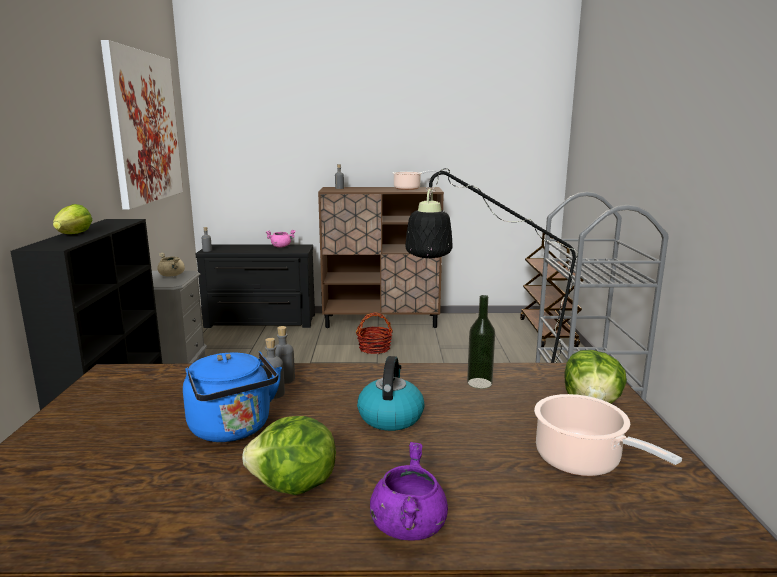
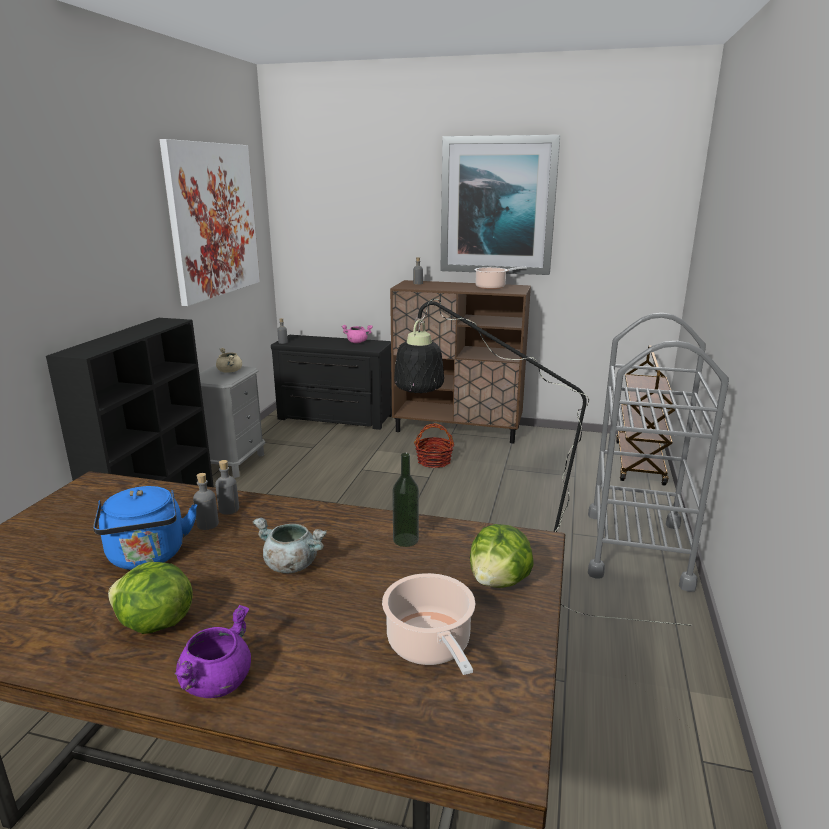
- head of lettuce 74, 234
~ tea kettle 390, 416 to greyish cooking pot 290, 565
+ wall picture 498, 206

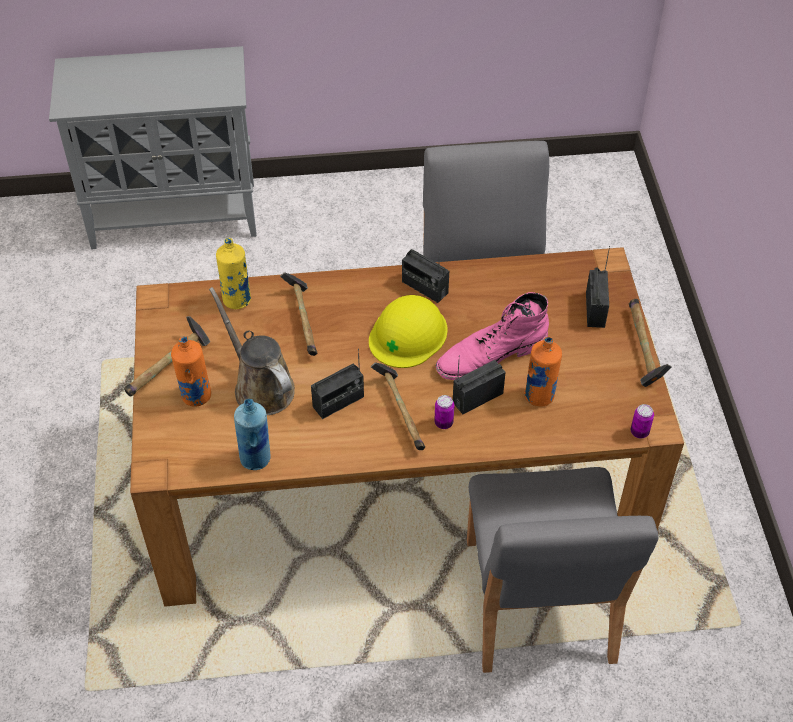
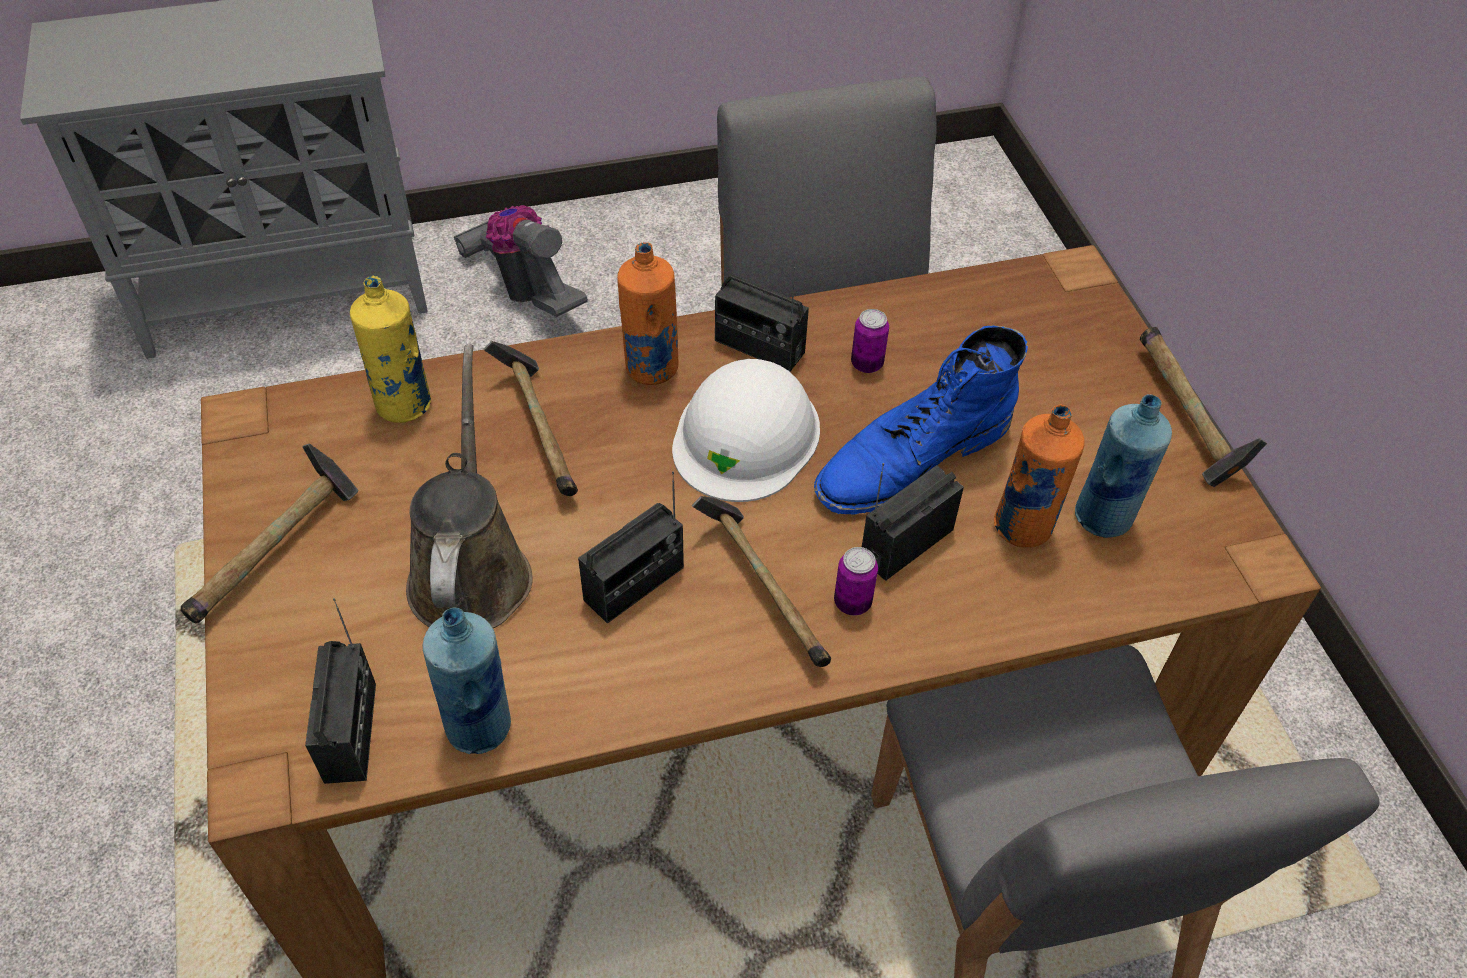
~ radio set 595, 309 to 351, 732
~ brownish watering can 260, 387 = 471, 571 45 degrees clockwise
~ pink-coloured tall boot 491, 355 to bluish tall boot 911, 459
~ yellow work helmet 408, 334 to white work helmet 746, 435
~ orange beverage bottle 196, 396 to 650, 369
~ sealed can 639, 432 to 867, 364
+ vacuum cleaner 525, 287
+ bluish beverage bottle 1104, 518

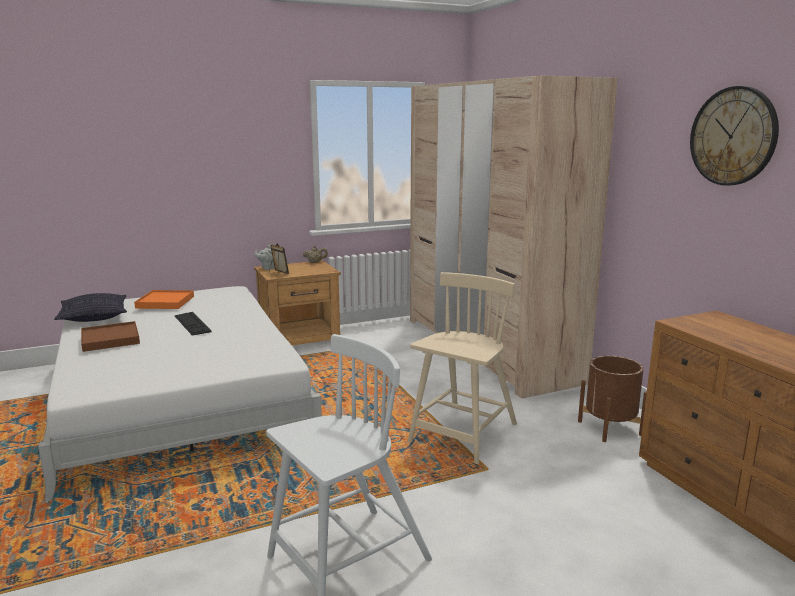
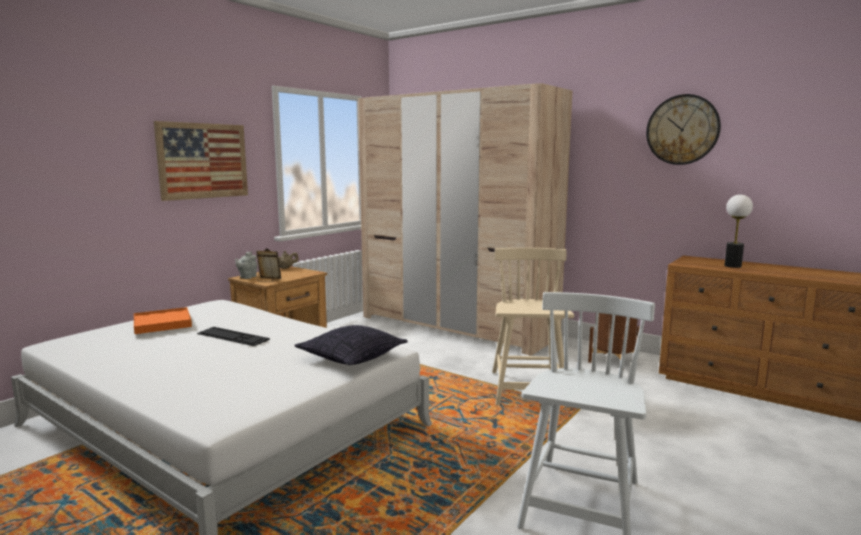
~ cushion 94, 317 to 352, 357
- brownish carrying tray 110, 339
+ wall picture 203, 161
+ lamp for a table 733, 266

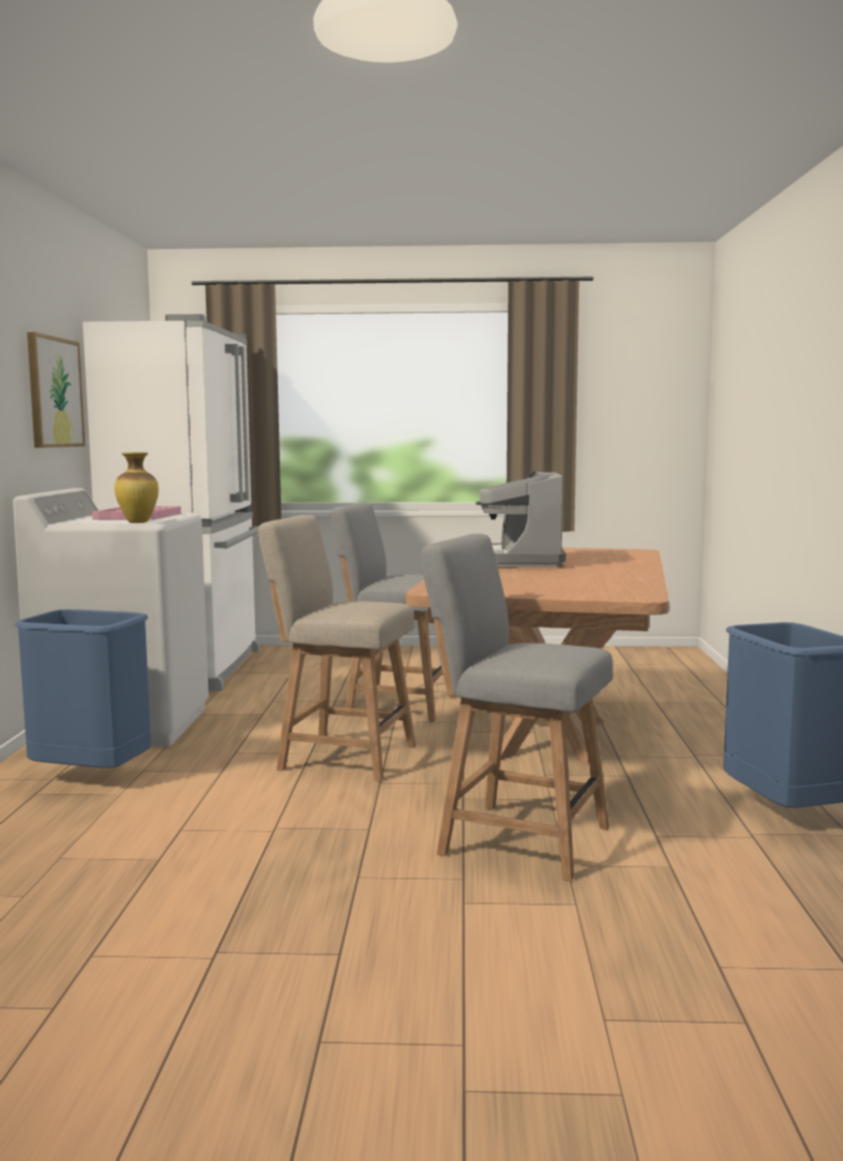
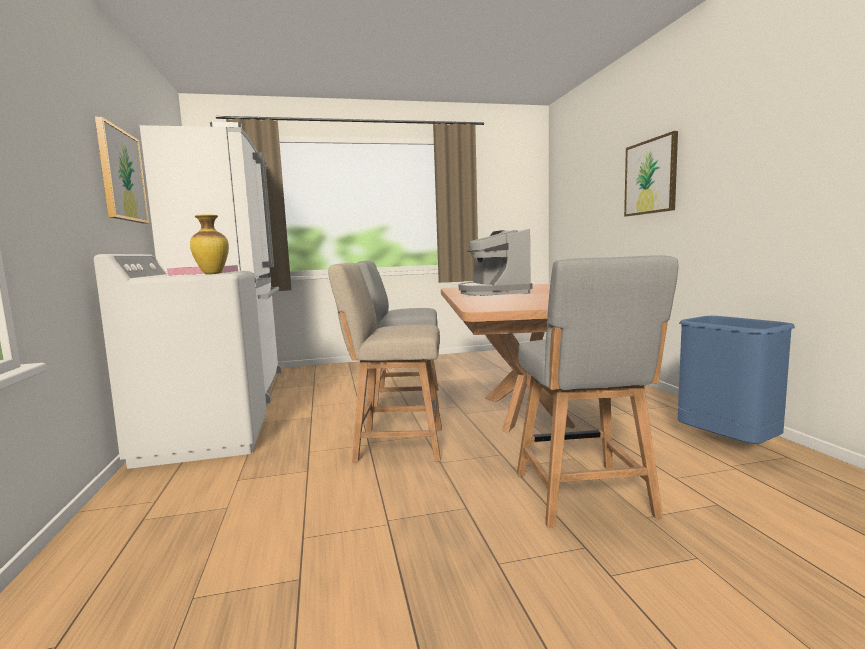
~ greyish upright chair 516, 838 = 585, 497 105 degrees counterclockwise
- bluish waste bin 90, 777
+ wall picture 651, 177

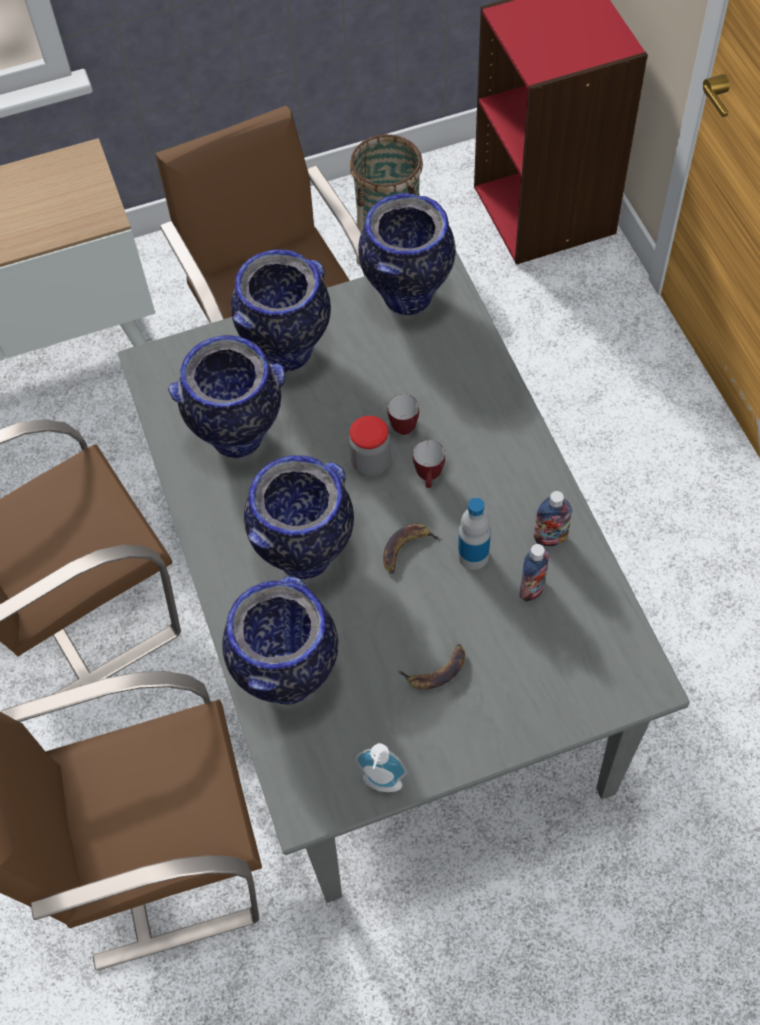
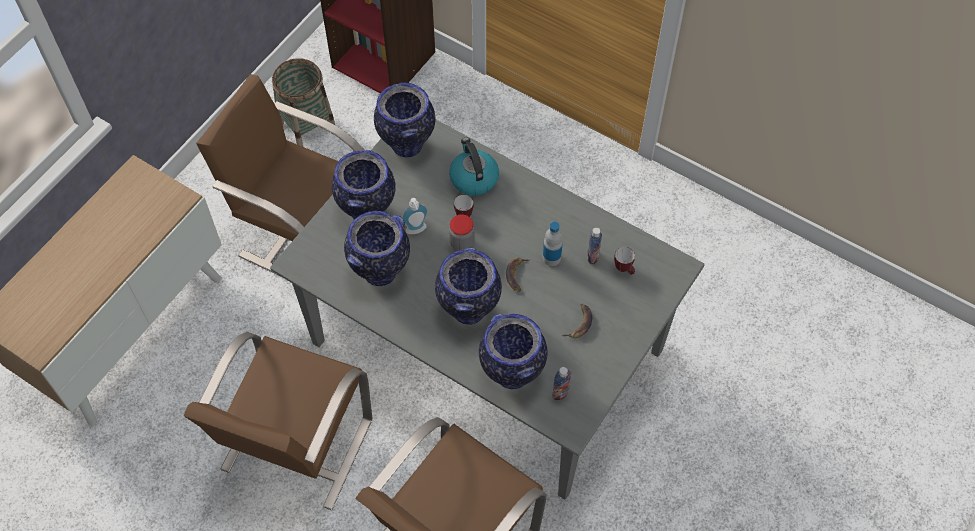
~ mug 429, 478 to 624, 269
~ beverage bottle 550, 538 to 560, 393
~ liquid soap bottle 381, 786 to 417, 231
+ tea kettle 473, 178

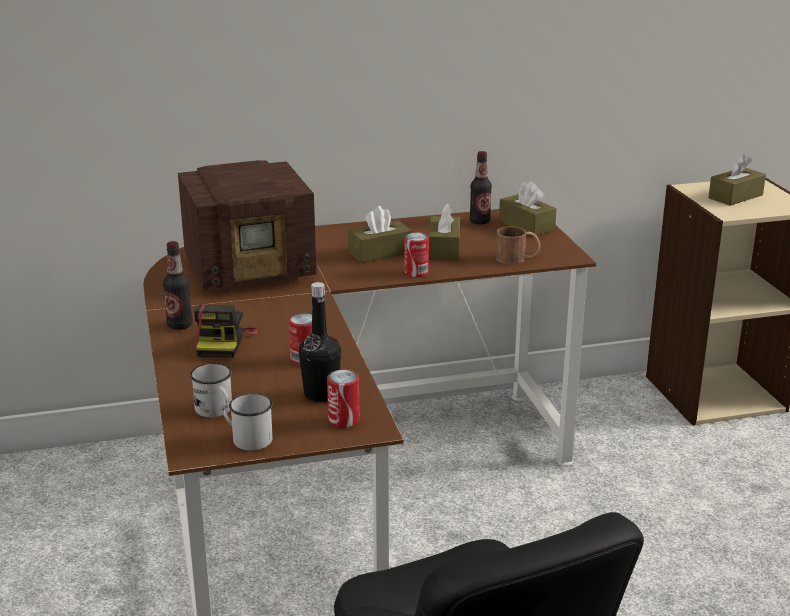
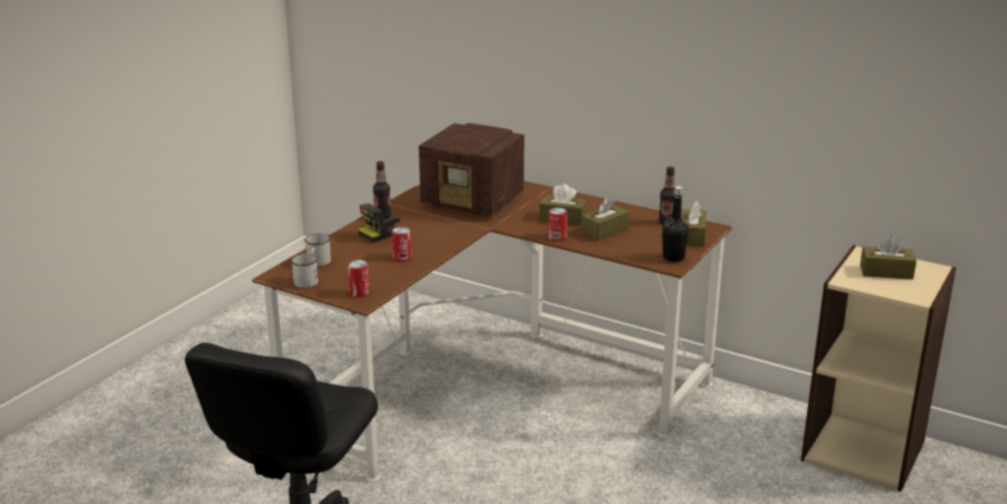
- brownish mug 517, 258
~ black beverage bottle 321, 394 to 673, 258

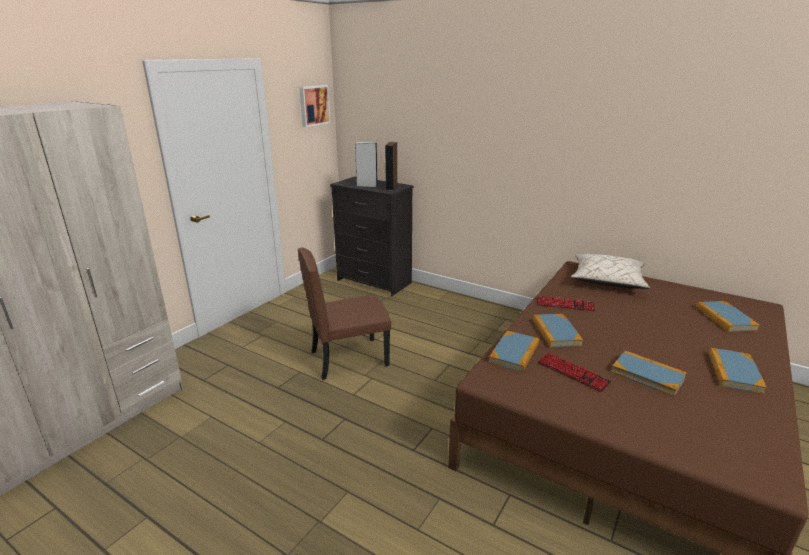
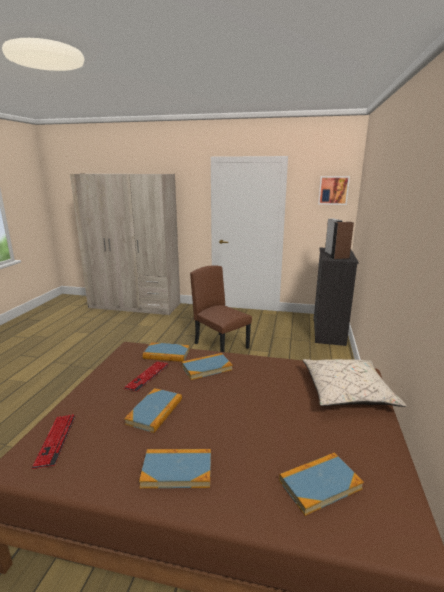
~ PC keyboard 565, 305 to 55, 441

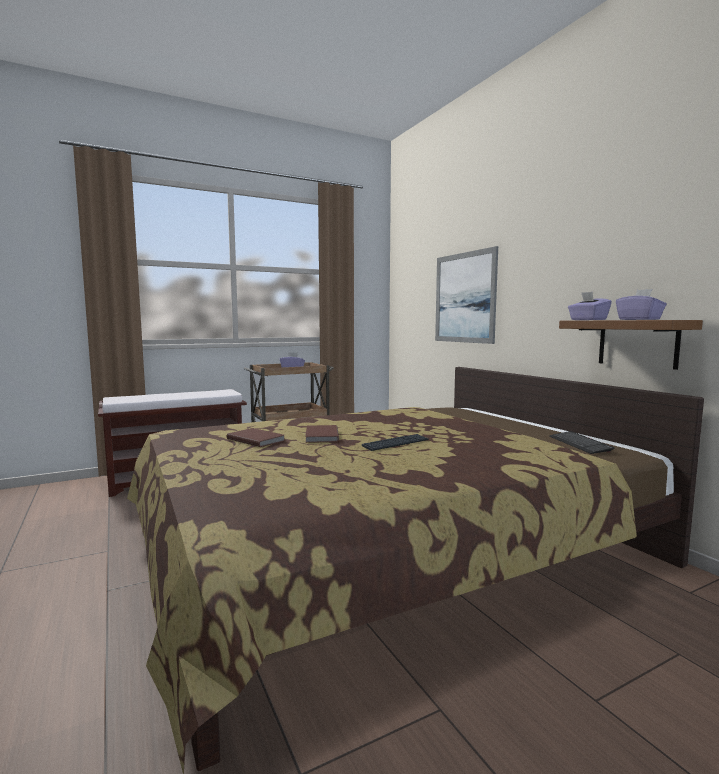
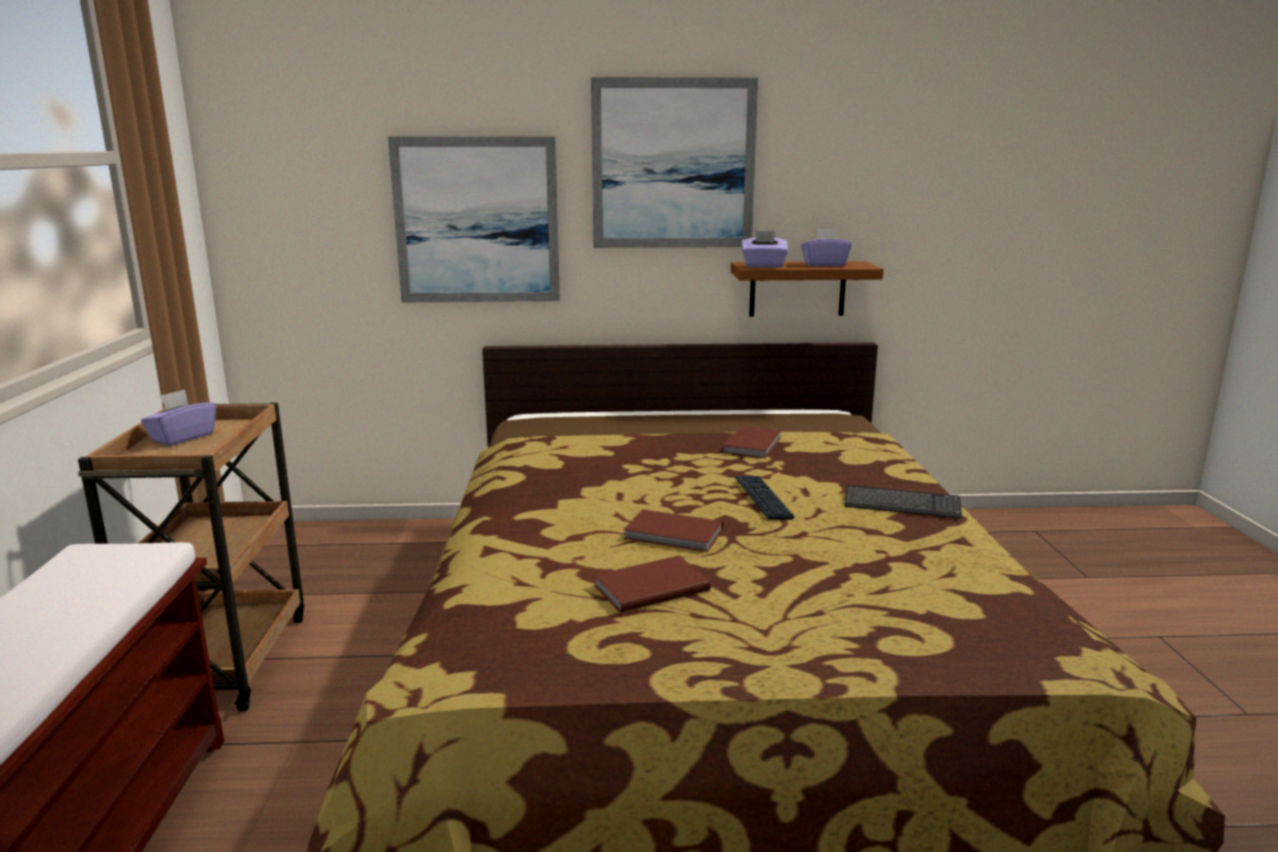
~ PC keyboard 579, 444 to 901, 504
+ wall picture 673, 164
+ brownish volume 754, 445

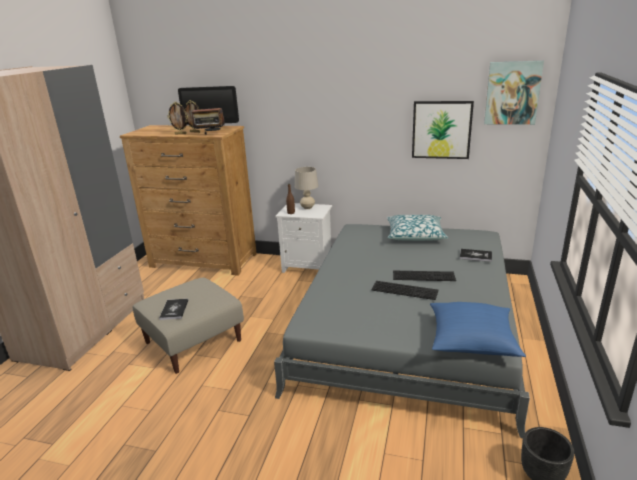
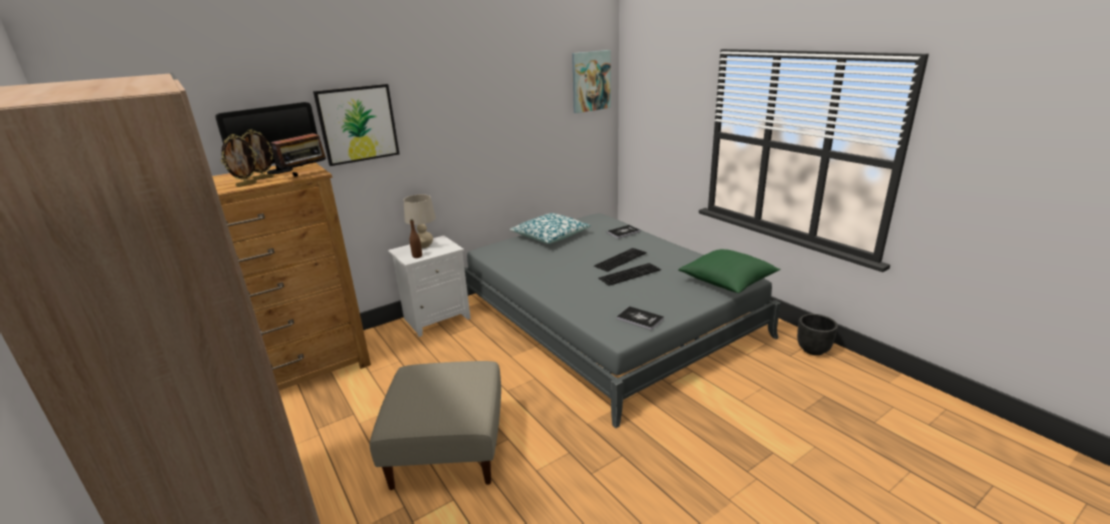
~ wall picture 441, 130 to 358, 124
~ volume 174, 310 to 640, 319
~ bluish cushion 471, 340 to green-coloured cushion 727, 281

